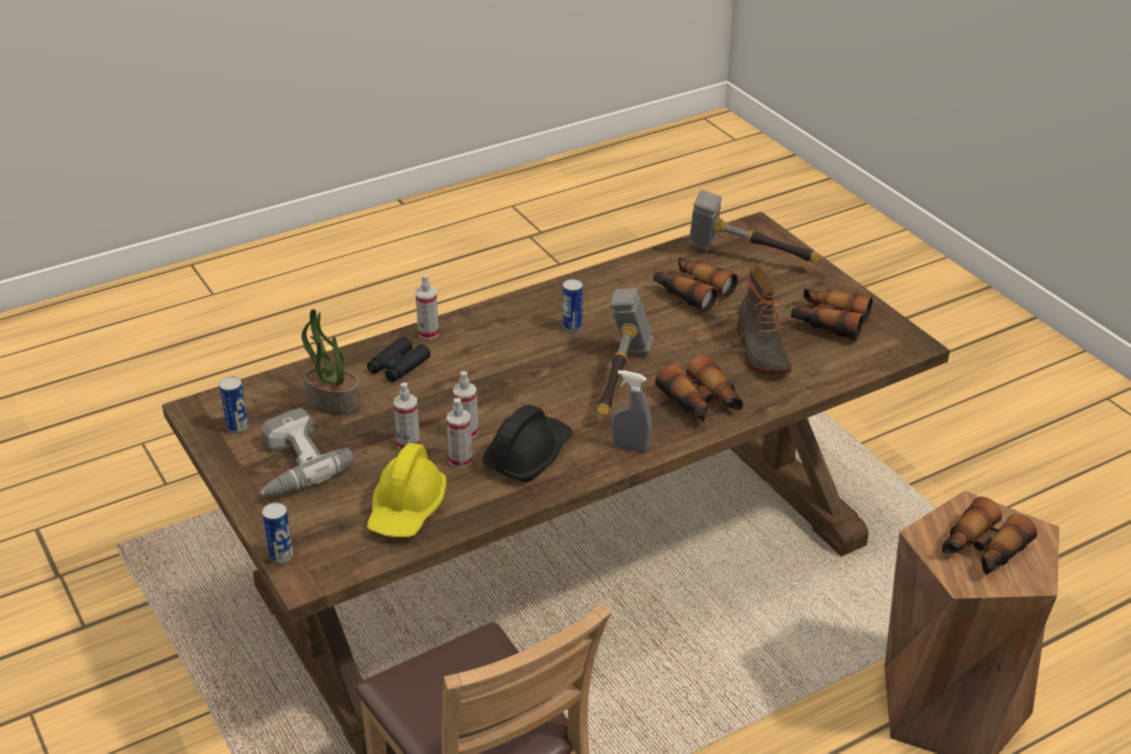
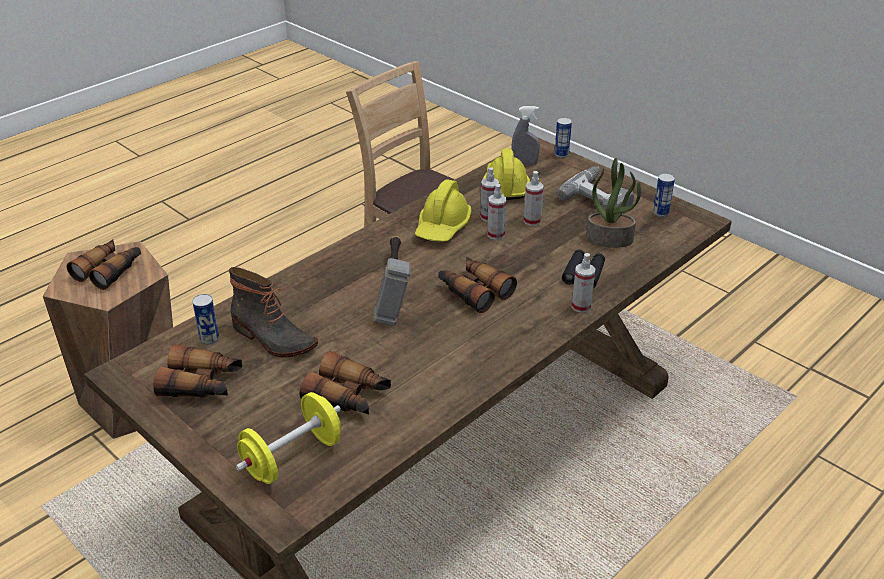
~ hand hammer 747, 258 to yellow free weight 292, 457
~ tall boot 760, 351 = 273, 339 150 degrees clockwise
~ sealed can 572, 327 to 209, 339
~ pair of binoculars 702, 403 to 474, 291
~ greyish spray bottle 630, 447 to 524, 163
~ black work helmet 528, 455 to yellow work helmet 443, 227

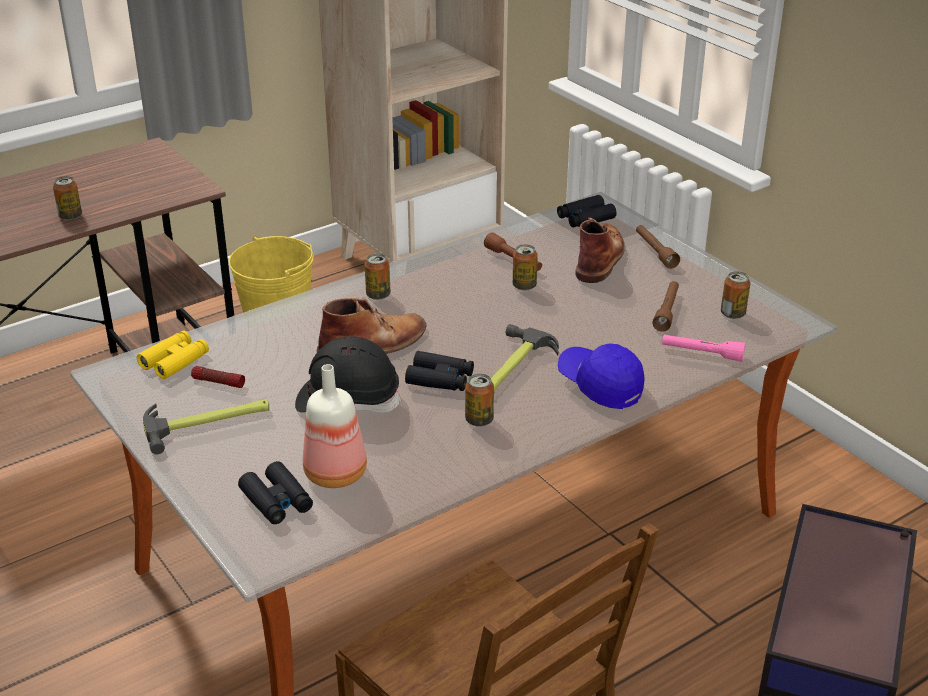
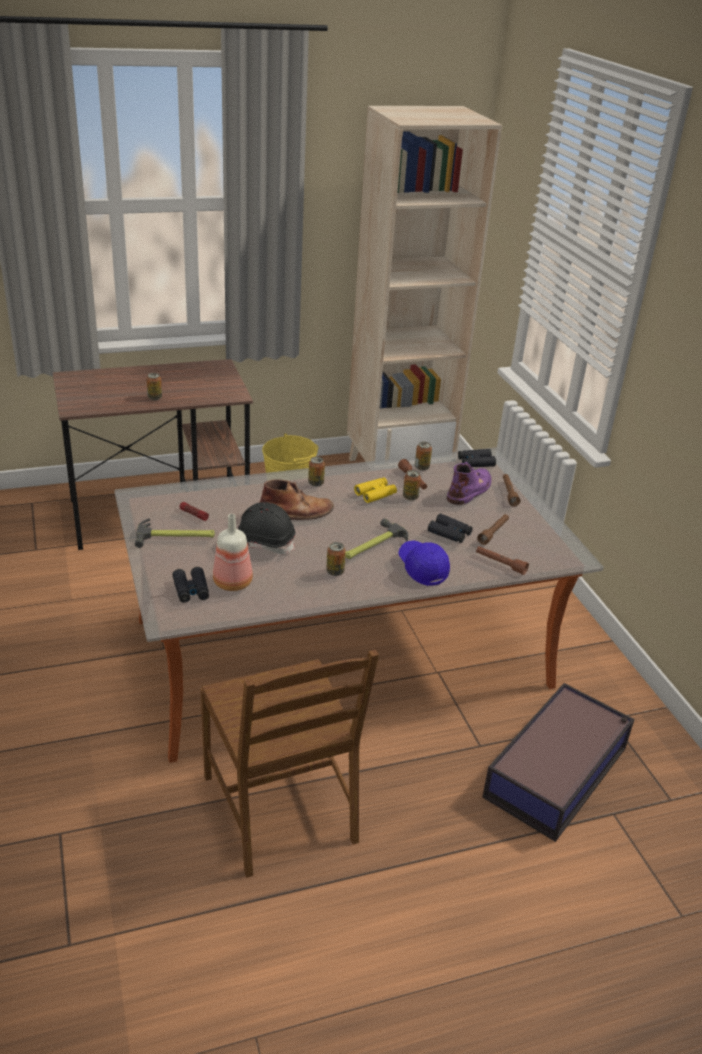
~ brownish tall boot 599, 258 to purple-coloured tall boot 470, 489
~ sealed can 733, 314 to 422, 467
~ yellow pair of binoculars 174, 361 to 375, 494
~ pink-coloured flashlight 702, 353 to brownish flashlight 500, 564
~ black pair of binoculars 440, 379 to 449, 533

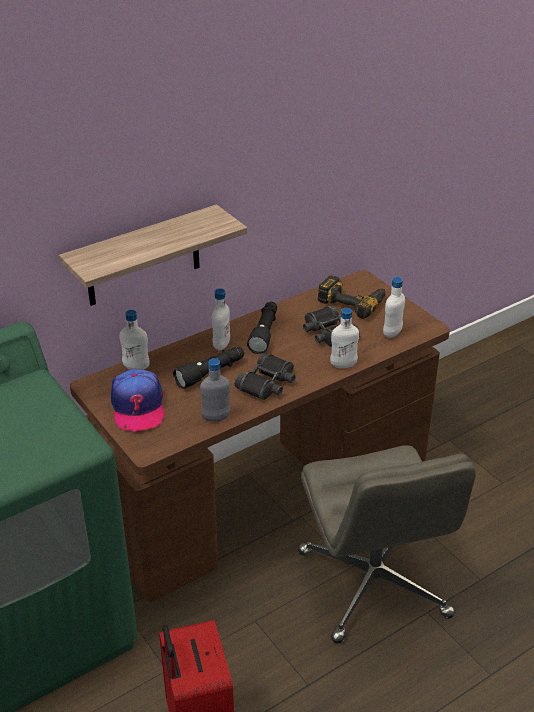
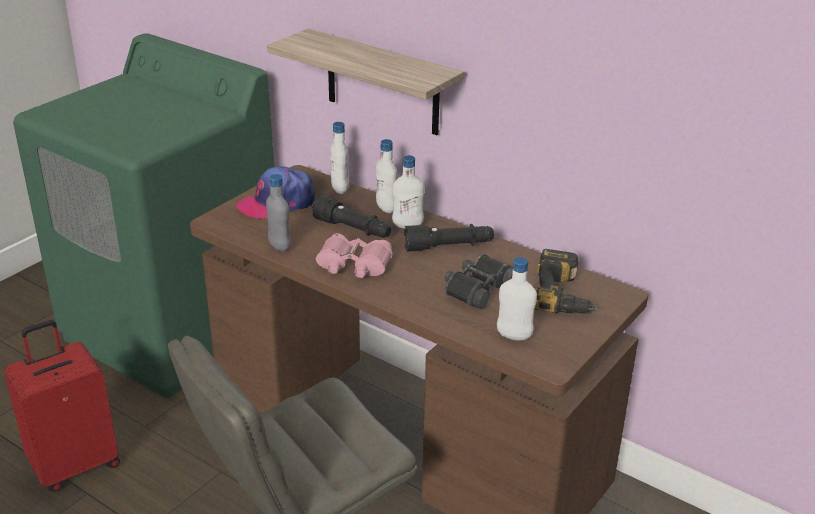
~ white beverage bottle 343, 365 to 386, 208
~ black pair of binoculars 267, 384 to pink-coloured pair of binoculars 354, 265

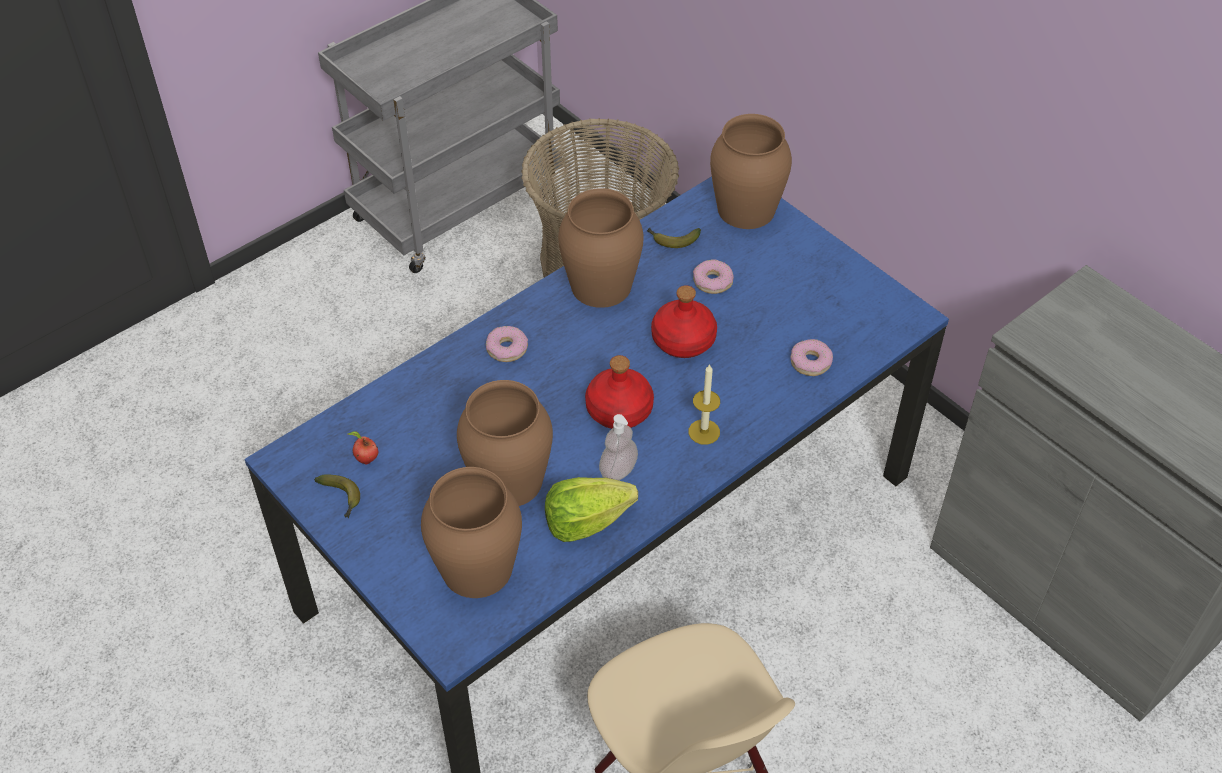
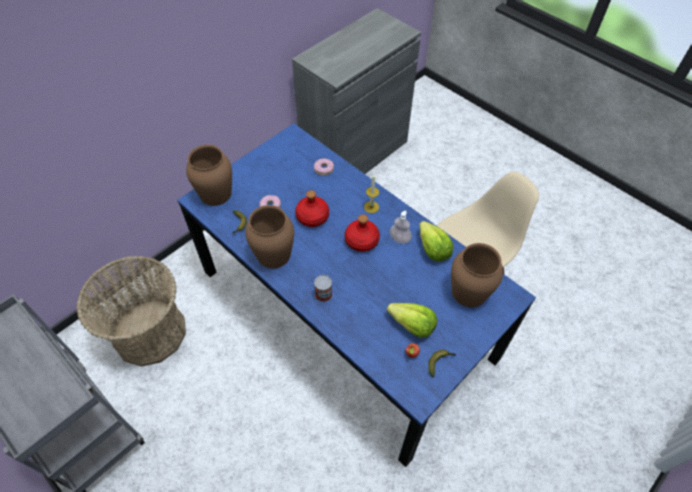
~ donut 507, 348 to sealed can 323, 294
- brownish flower vase 508, 479
+ head of lettuce 412, 326

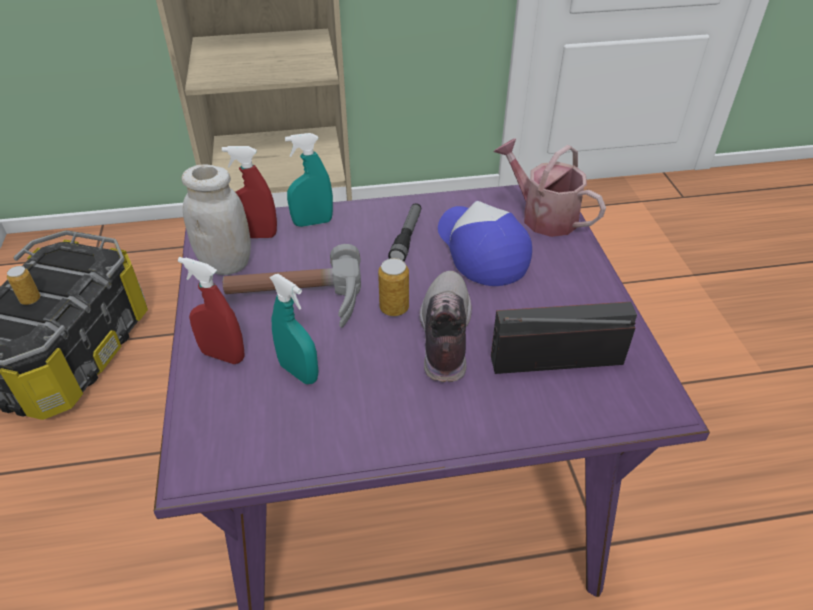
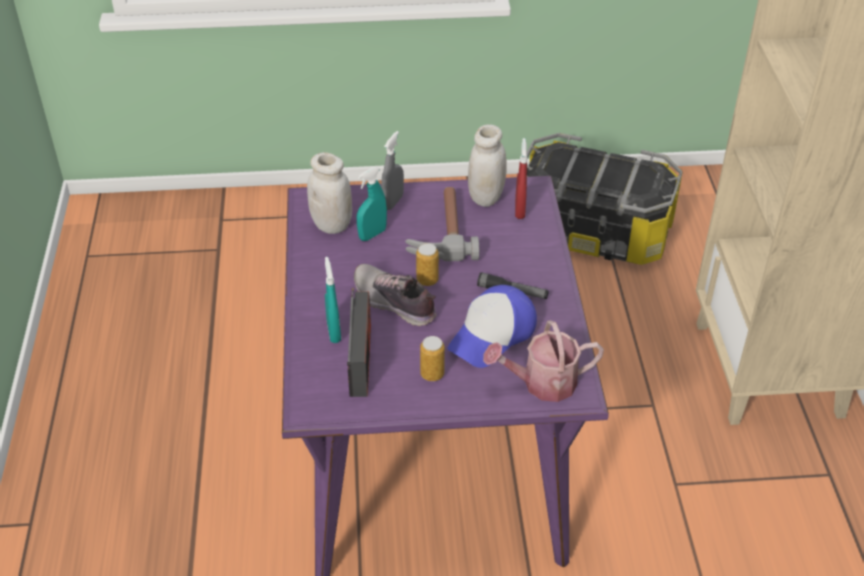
~ turquoise spray bottle 313, 222 to 334, 332
~ watering can 542, 216 = 542, 383 150 degrees counterclockwise
~ baseball cap 480, 250 = 493, 335 150 degrees clockwise
~ reddish spray bottle 223, 355 to greyish spray bottle 393, 202
~ sealed can 30, 299 to 432, 374
~ item of footwear 444, 336 = 394, 303 150 degrees counterclockwise
+ white preserve jar 332, 225

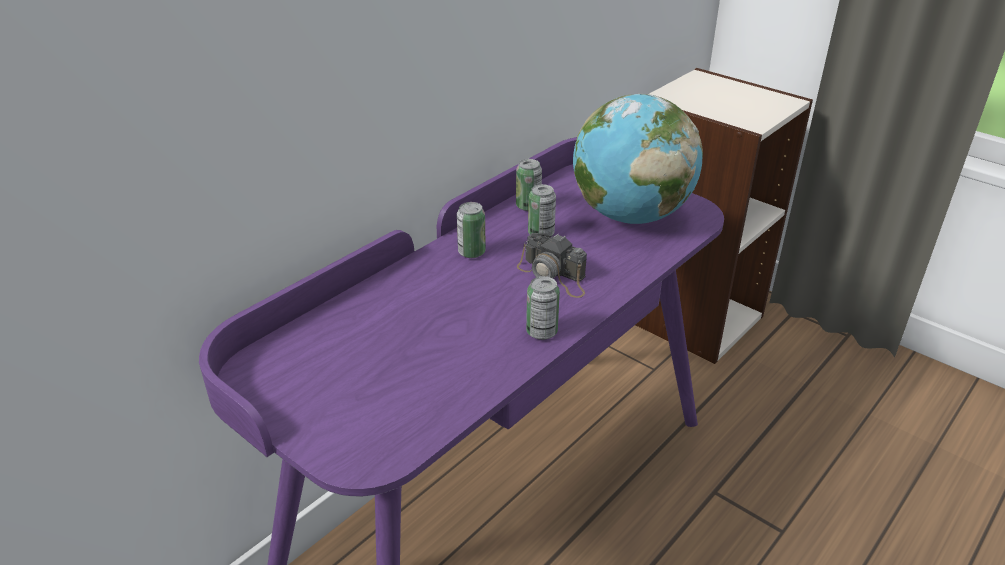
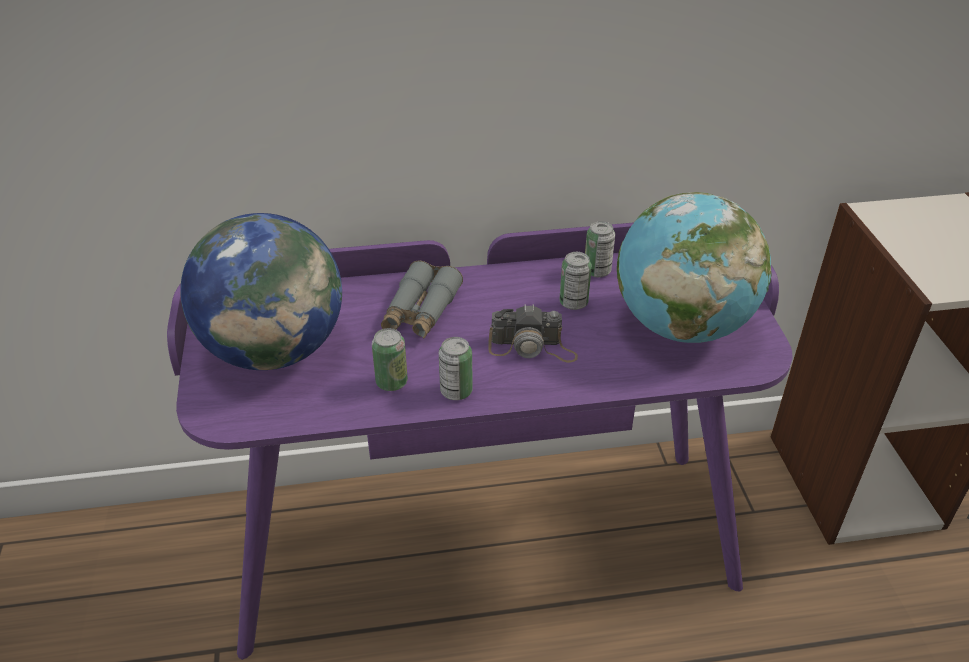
~ sealed can 471, 252 to 391, 382
~ photo camera 554, 276 = 532, 348 75 degrees counterclockwise
+ globe 275, 350
+ greyish pair of binoculars 421, 311

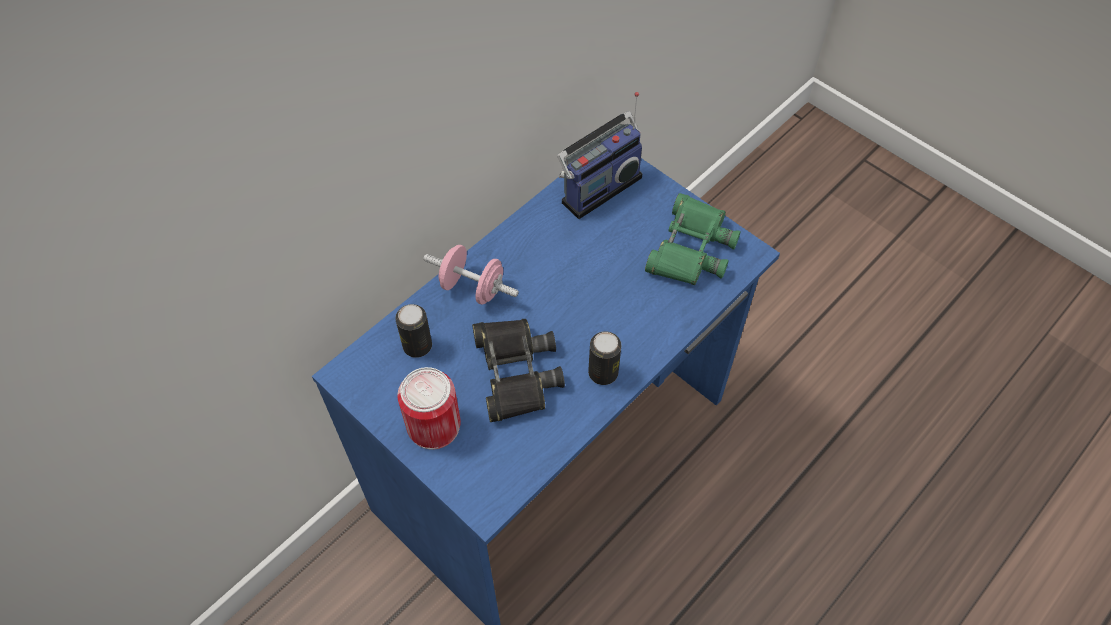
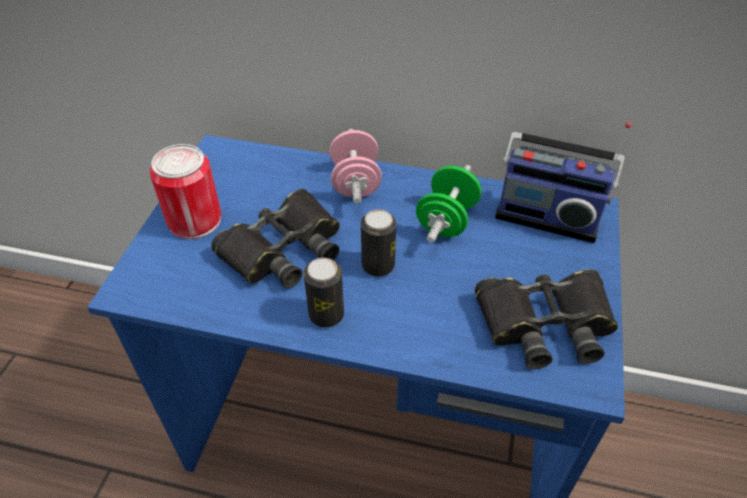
~ green-coloured pair of binoculars 691, 248 to black pair of binoculars 545, 323
~ sealed can 417, 346 to 378, 265
+ green-coloured free weight 446, 220

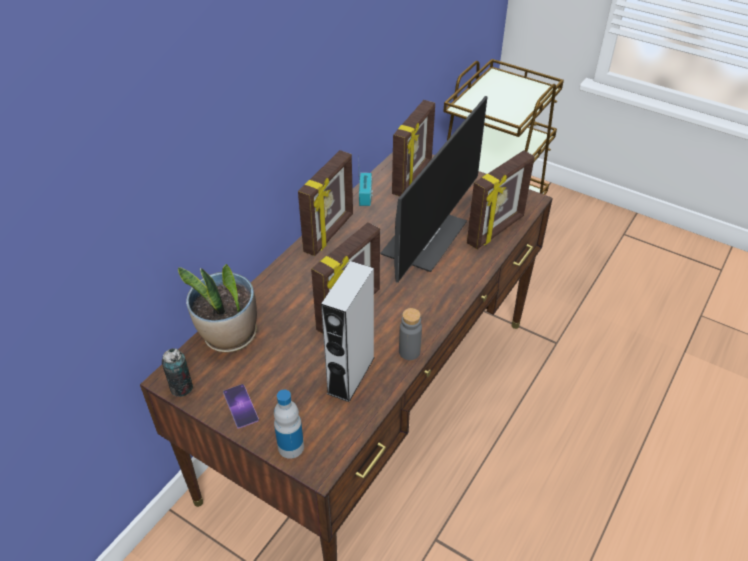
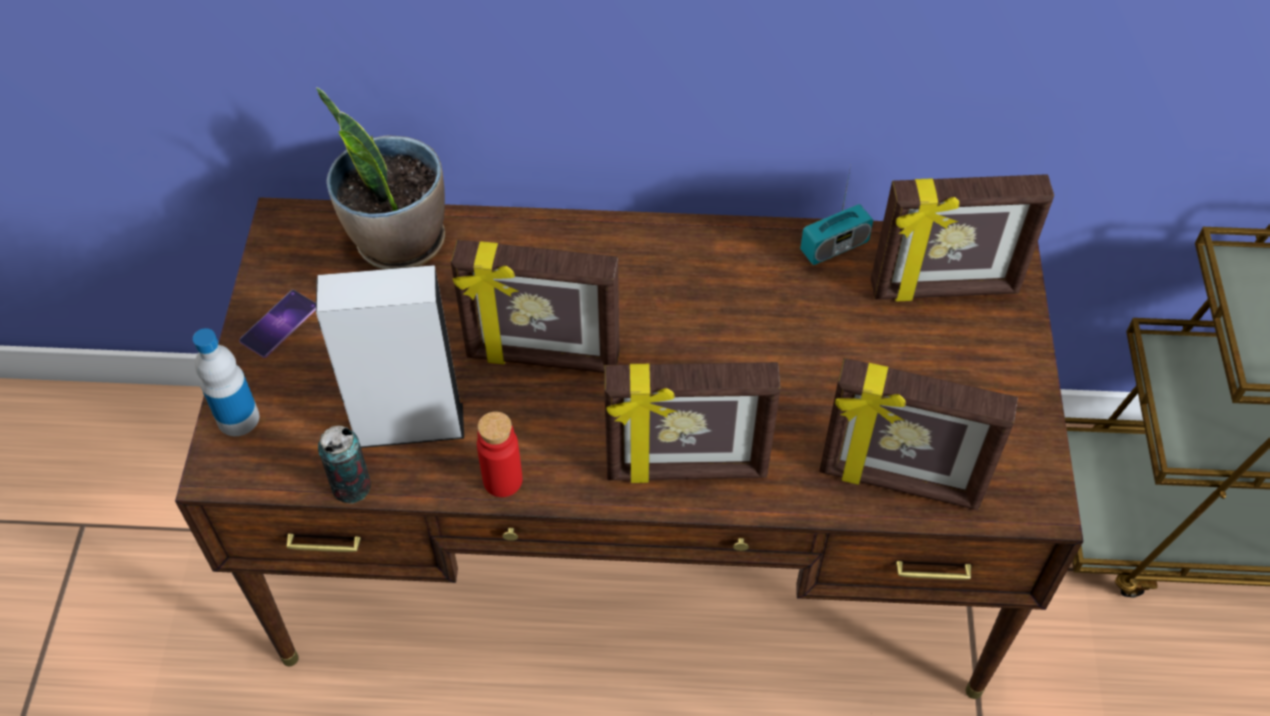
- computer display 425, 238
~ picture frame 330, 233 to 686, 470
~ greyish beverage bottle 409, 352 to reddish beverage bottle 502, 480
~ sealed can 181, 388 to 351, 486

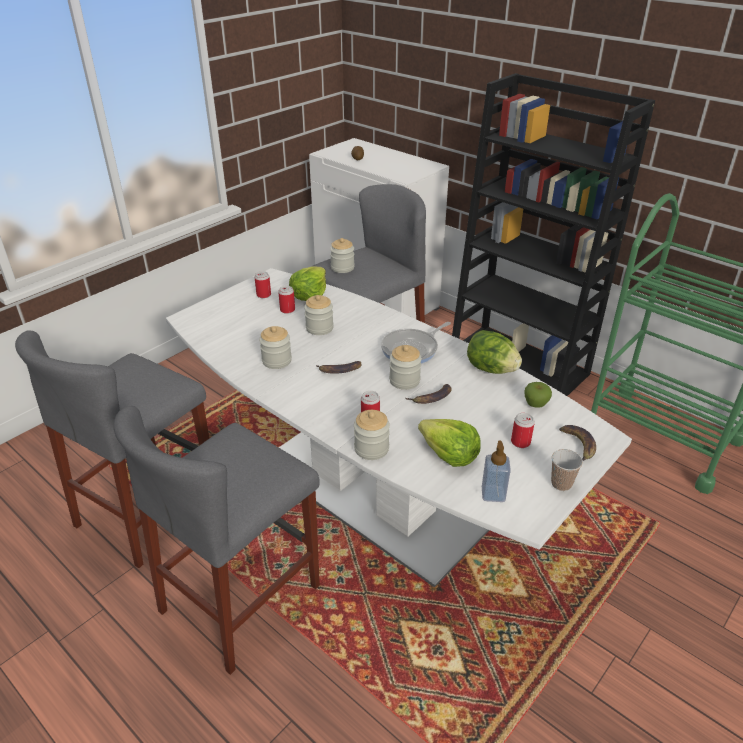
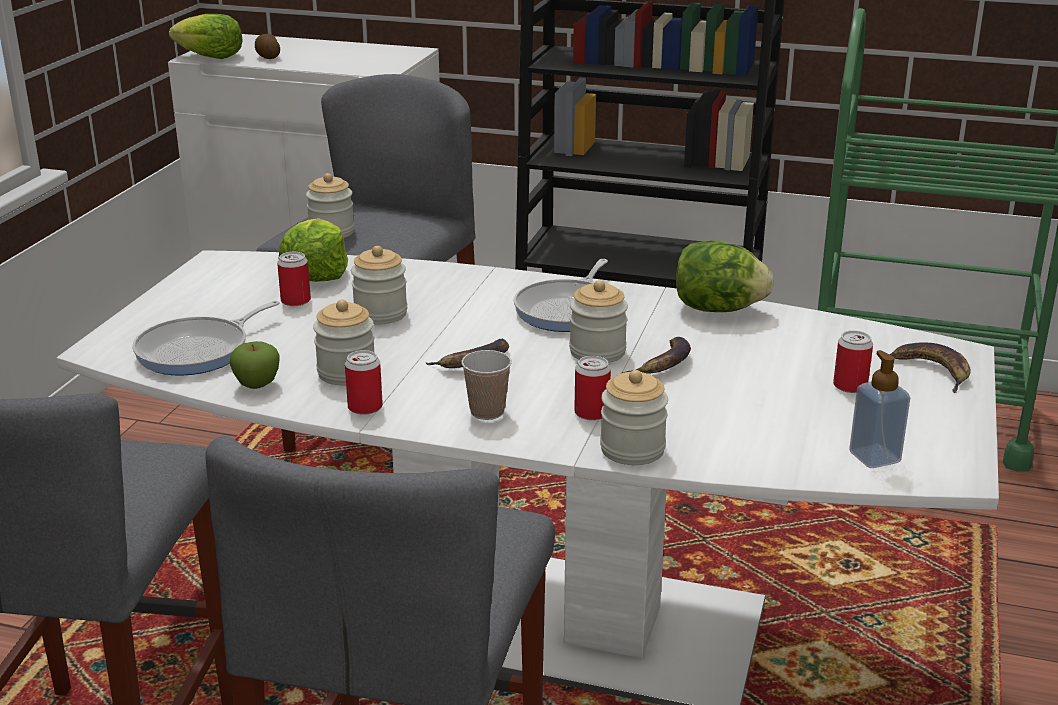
~ sealed can 263, 295 to 365, 407
~ apple 535, 404 to 257, 385
~ head of lettuce 449, 455 to 210, 57
~ cup 561, 484 to 487, 412
+ pan 198, 351

